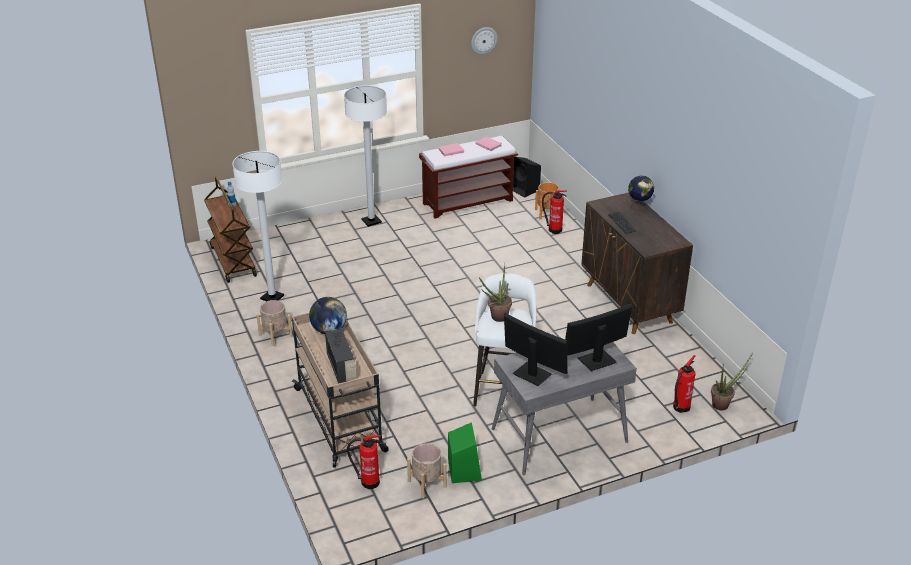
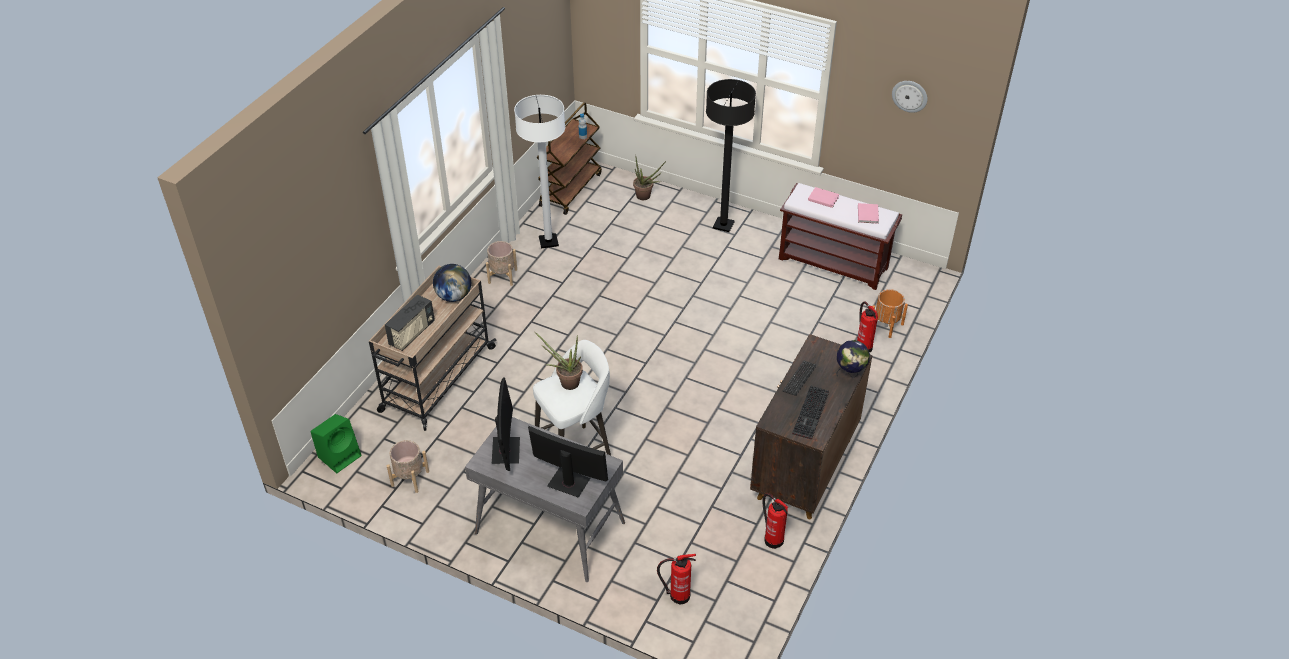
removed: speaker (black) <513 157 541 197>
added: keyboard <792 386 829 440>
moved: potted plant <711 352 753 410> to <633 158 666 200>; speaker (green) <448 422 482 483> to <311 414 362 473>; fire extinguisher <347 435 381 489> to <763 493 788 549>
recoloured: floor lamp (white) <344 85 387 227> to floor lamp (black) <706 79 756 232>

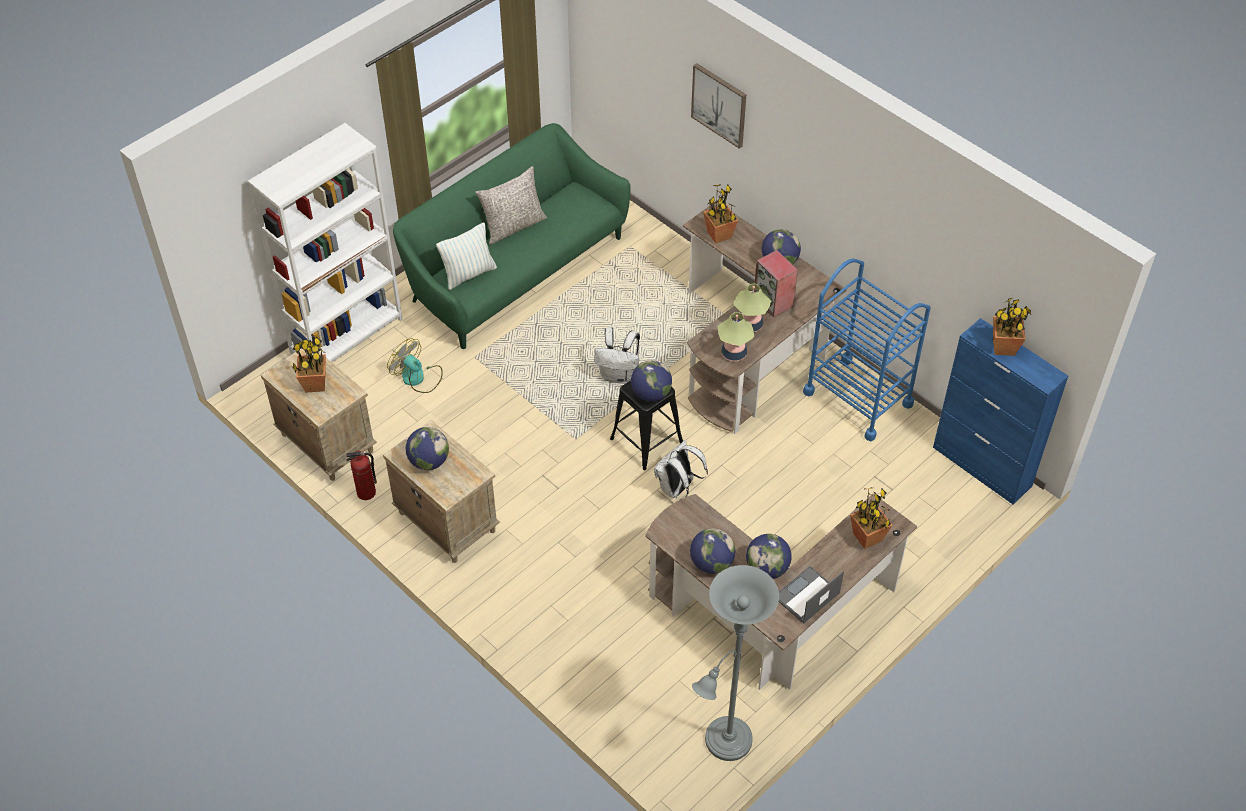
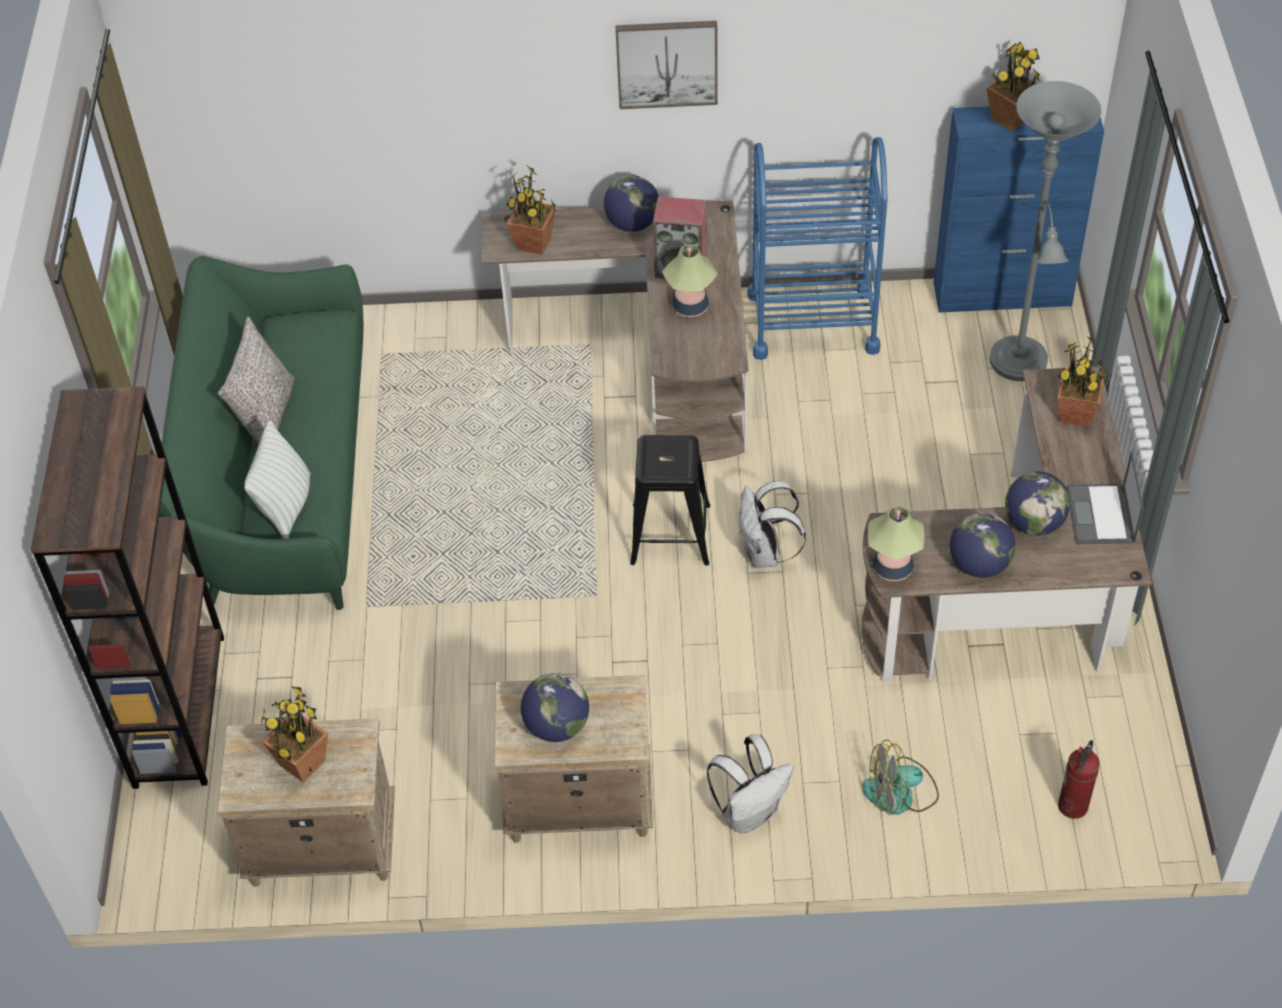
removed: globe <631 360 672 402>
moved: picture <691 63 746 148> to <615 21 718 109>; table lamp <718 312 754 361> to <868 505 924 581>; backpack (white) <594 327 640 384> to <706 734 794 834>; fan <387 338 443 393> to <862 740 939 815>; fire extinguisher <346 450 377 500> to <1058 740 1100 819>; floor lamp (grey) <692 565 779 761> to <990 81 1101 381>
recoloured: bookcase (white) <248 123 403 362> to bookcase (brown) <31 386 224 789>

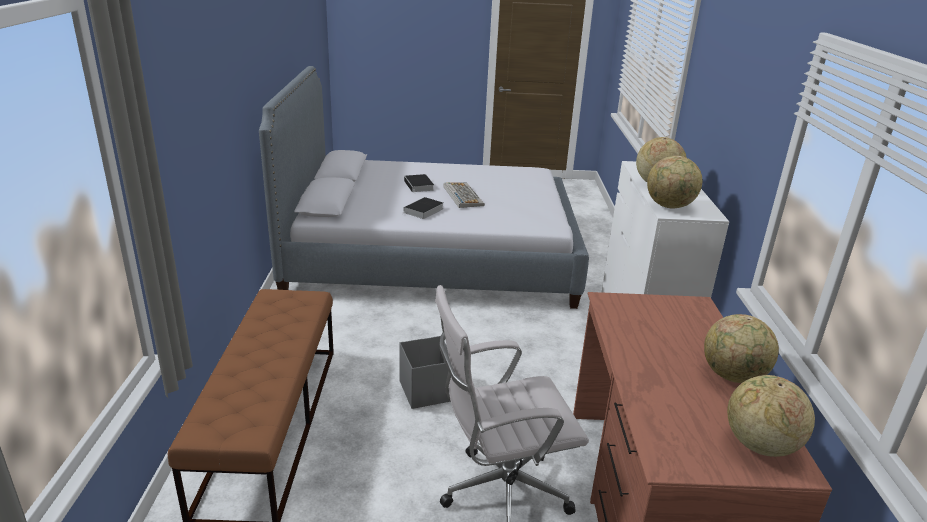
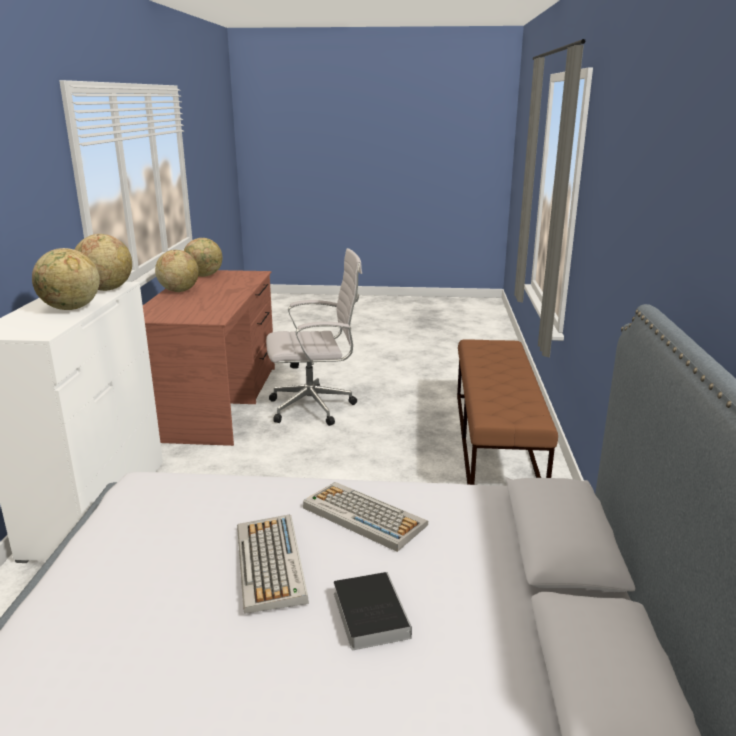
removed: storage box (grey) <399 336 451 409>
replaced: book <401 197 443 219> to keyboard <303 482 428 552>

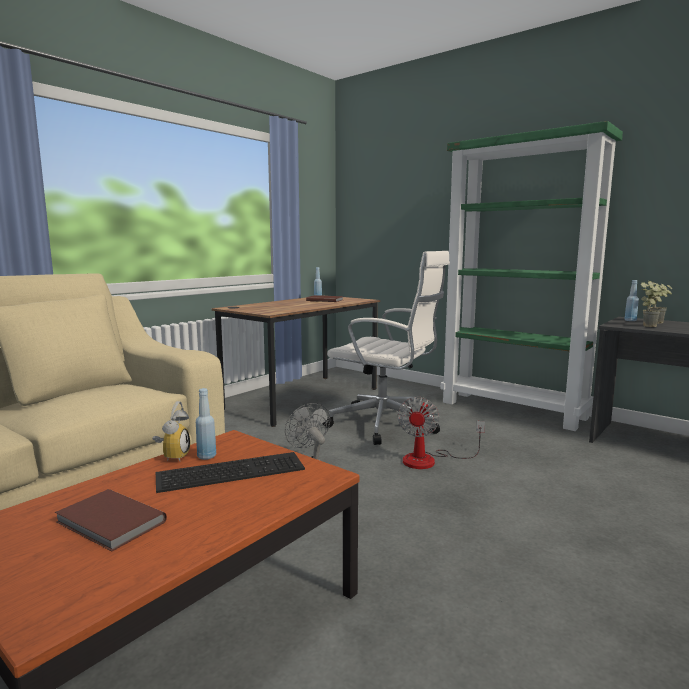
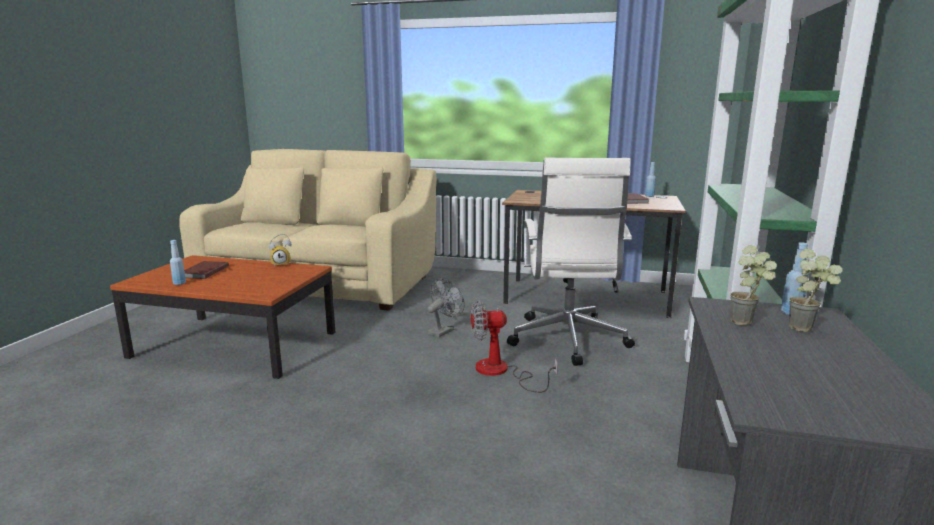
removed: keyboard <156 452 305 493>
moved: bottle (blue) <196 388 216 460> to <170 240 186 285>

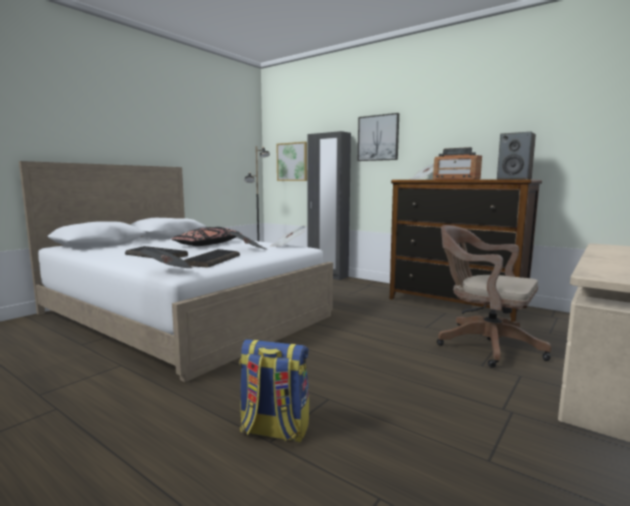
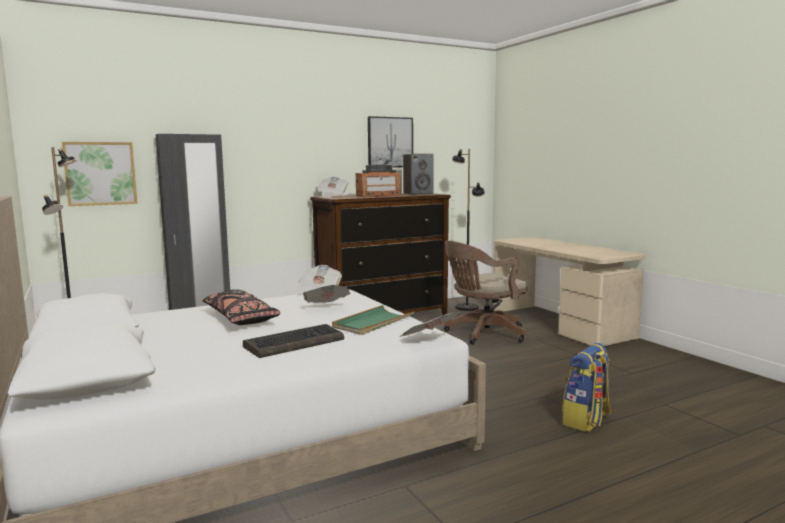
added: floor lamp (black) <452 149 485 311>
moved: picture <358 113 399 161> to <368 116 413 168>
replaced: keyboard <184 249 240 268> to tray (green) <332 305 415 335>

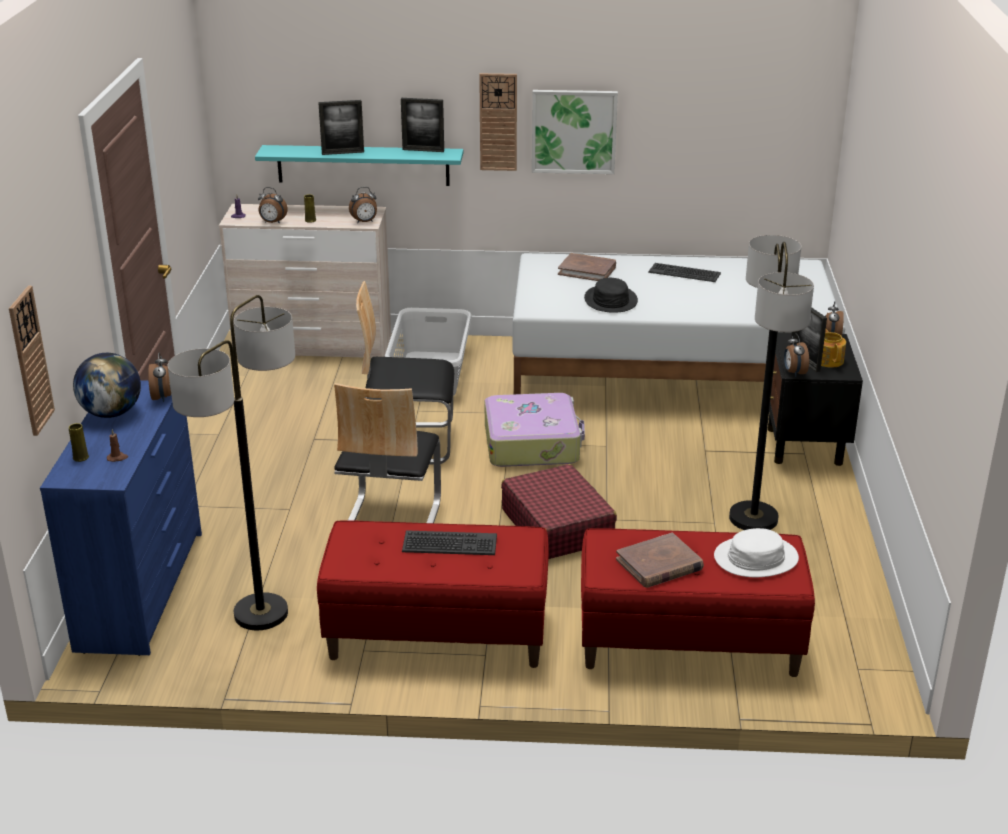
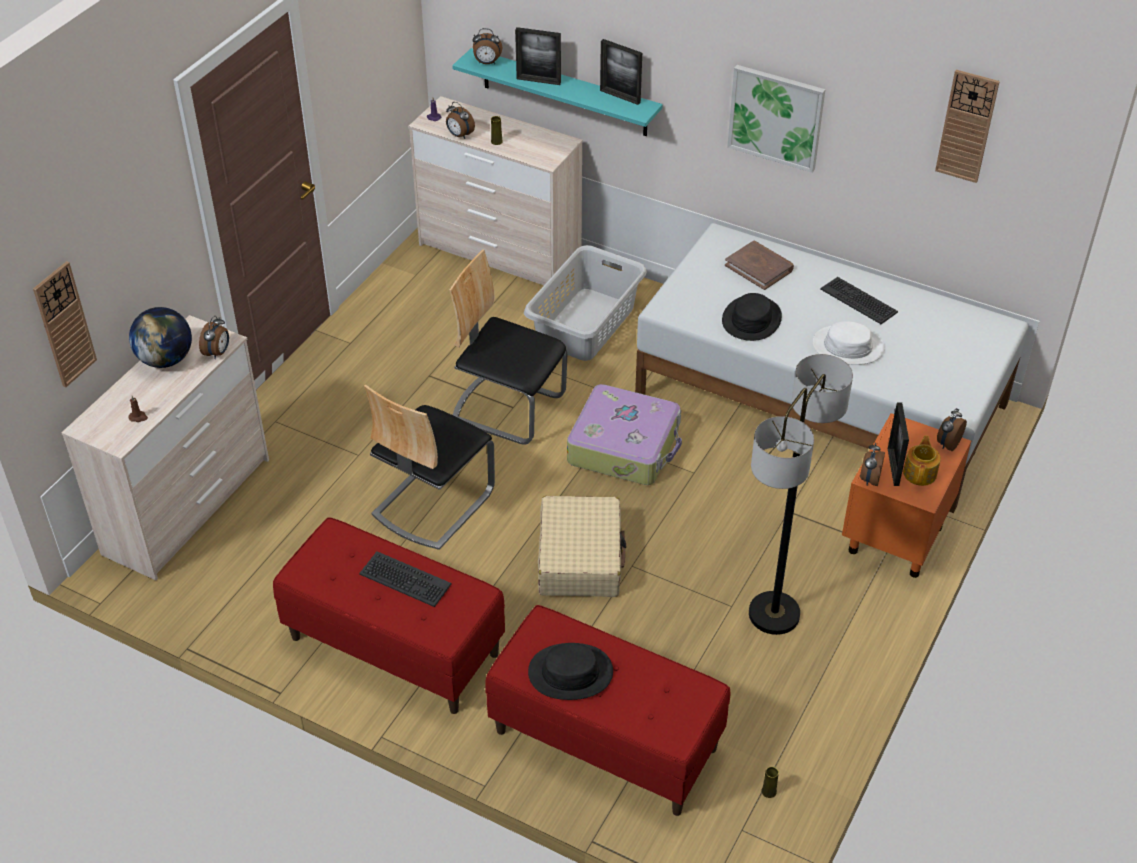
removed: floor lamp <168 295 295 631>
moved: wall clock <479 73 517 171> to <935 70 1000 183>; alarm clock <349 187 377 223> to <473 28 502 64>; vase (yellow) <69 423 89 462> to <762 767 779 798>; hat (white) <714 528 799 577> to <812 321 884 365>
replaced: book (brown) <616 533 704 588> to hat (black) <528 643 613 700>
recoloured: nightstand (black) <768 332 863 466> to nightstand (orange) <842 413 971 578>; dresser (blue) <40 380 202 656> to dresser (beige) <61 315 269 580>; suitcase (red) <501 464 617 559> to suitcase (beige) <538 496 626 597>

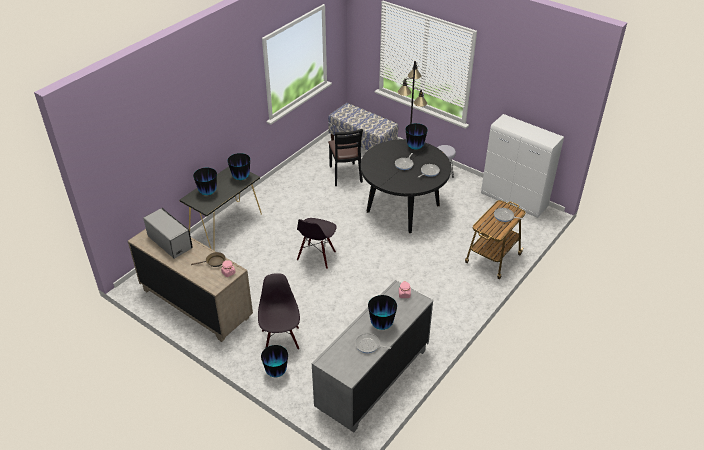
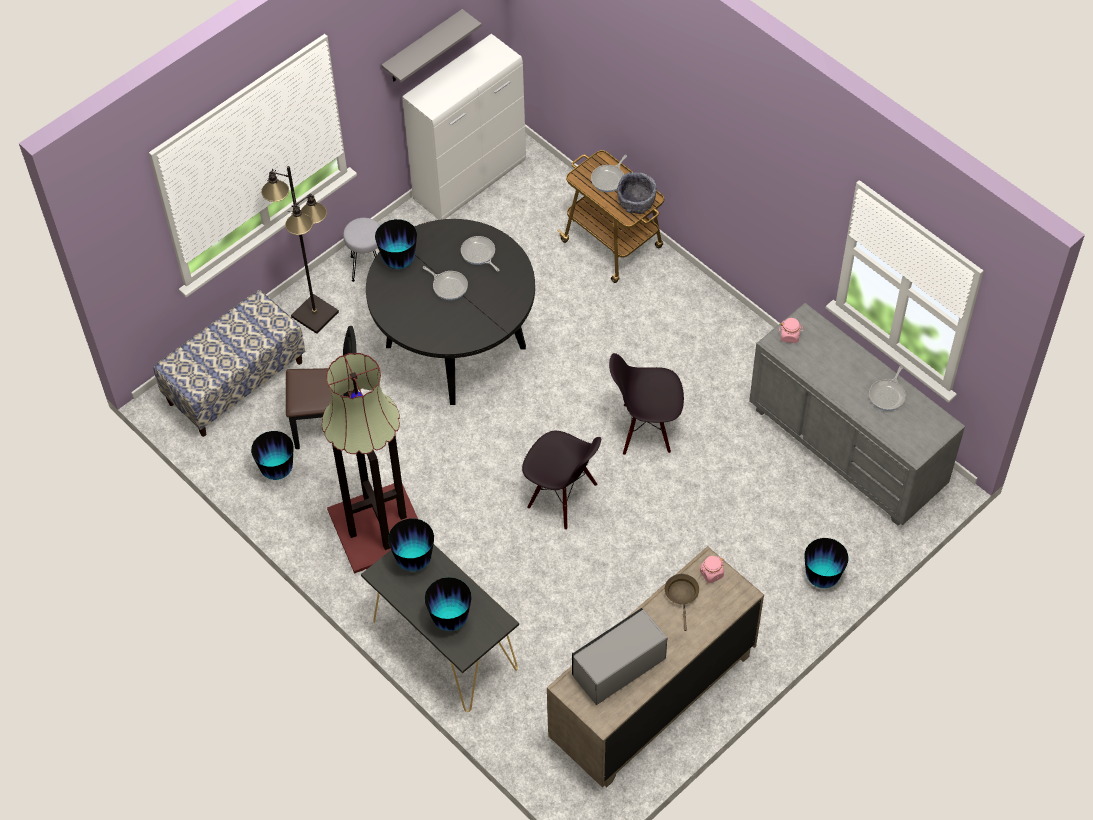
added: shelf (grey) <381 9 482 82>; bowl (grey) <617 172 657 214>; floor lamp <322 353 418 574>
moved: chair (black) <258 273 300 350> to <609 353 684 455>; vase <368 295 397 330> to <251 431 294 480>

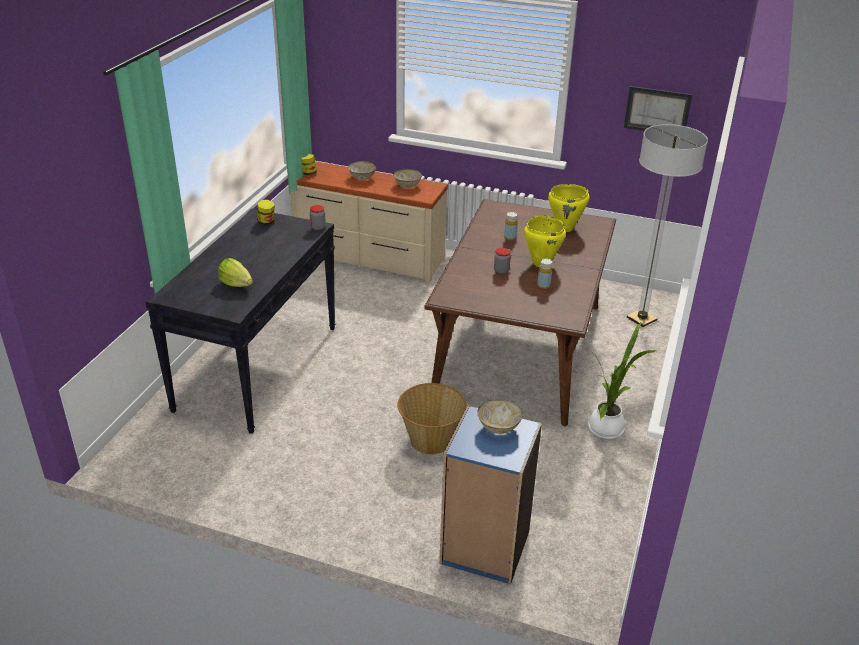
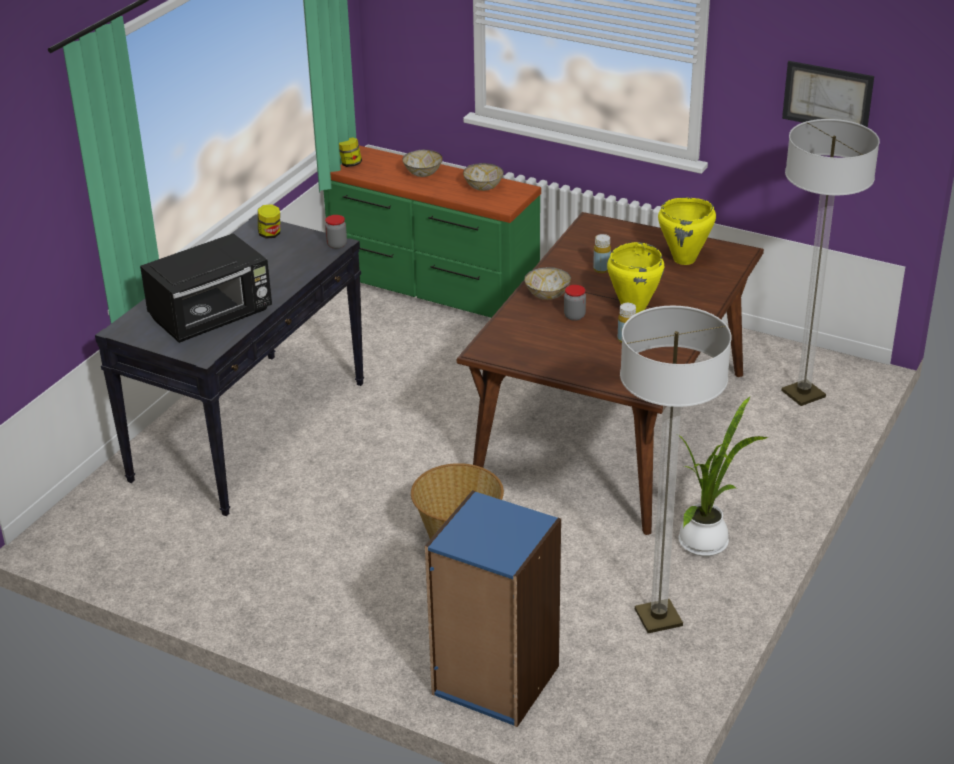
added: floor lamp <620 306 732 633>
moved: bowl <478 399 522 434> to <524 267 571 300>
replaced: lettuce <218 258 253 287> to microwave (black) <140 233 272 343>
recoloured: dresser (beige) <290 161 448 283> to dresser (green) <324 146 541 318>

